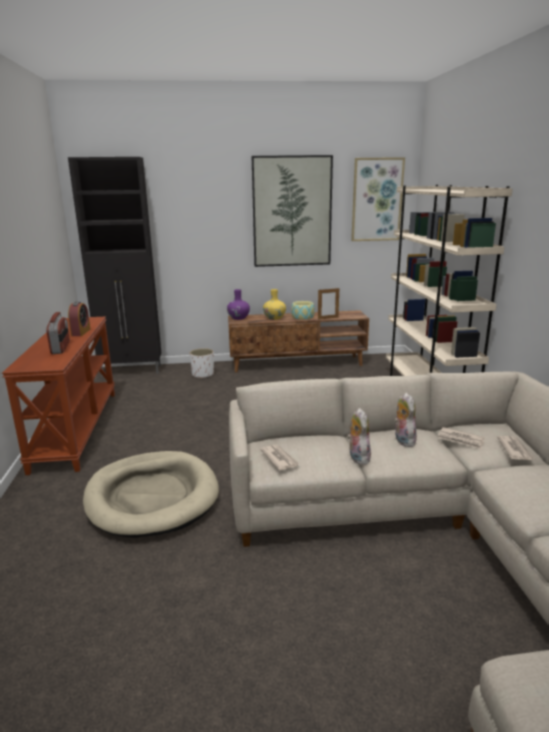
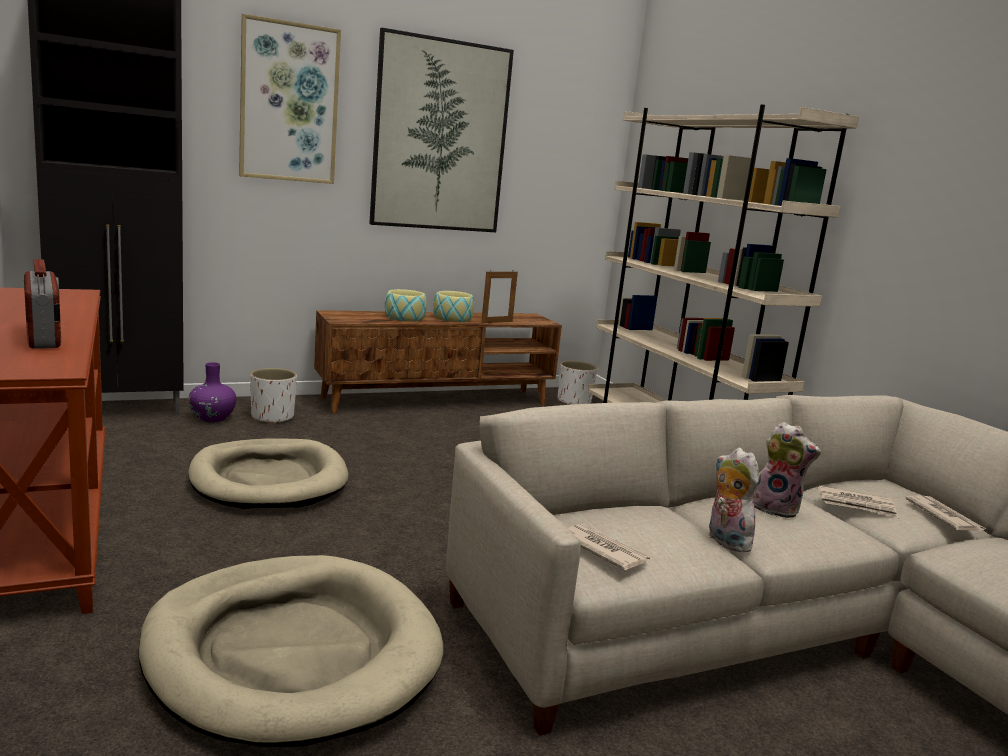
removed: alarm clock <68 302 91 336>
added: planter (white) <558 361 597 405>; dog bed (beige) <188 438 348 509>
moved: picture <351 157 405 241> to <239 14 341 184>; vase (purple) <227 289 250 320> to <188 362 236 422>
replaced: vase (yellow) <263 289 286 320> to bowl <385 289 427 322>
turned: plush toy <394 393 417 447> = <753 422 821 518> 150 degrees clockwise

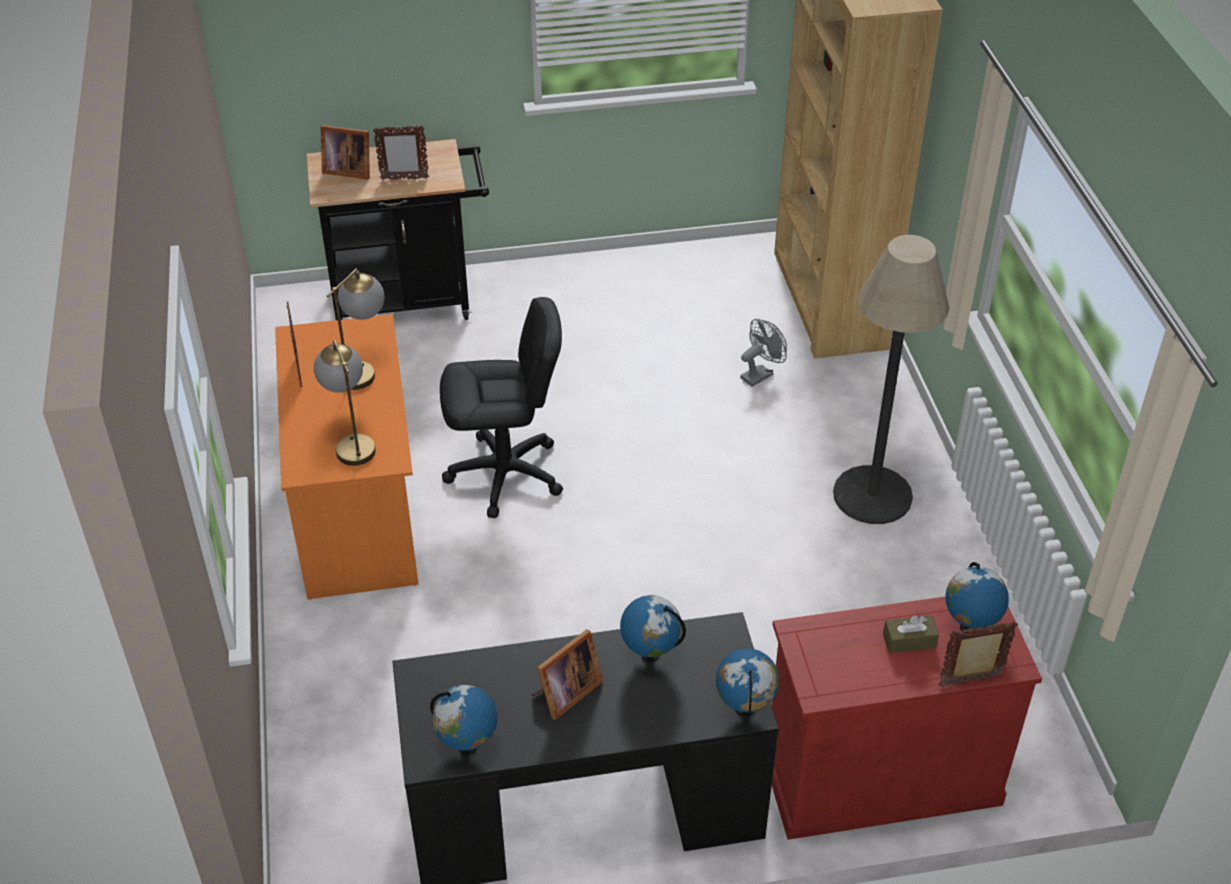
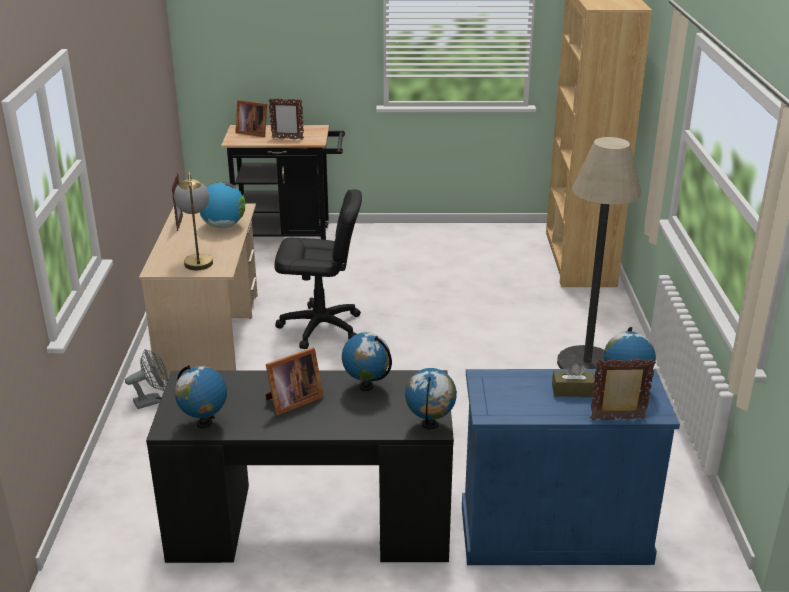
moved: fan (grey) <740 319 787 387> to <125 349 168 409>
replaced: table lamp <327 268 384 390> to globe <200 182 246 228>
recoloured: desk (orange) <275 314 419 599> to desk (beige) <139 204 258 380>; cabinet (red) <771 597 1042 840> to cabinet (blue) <462 369 680 565>

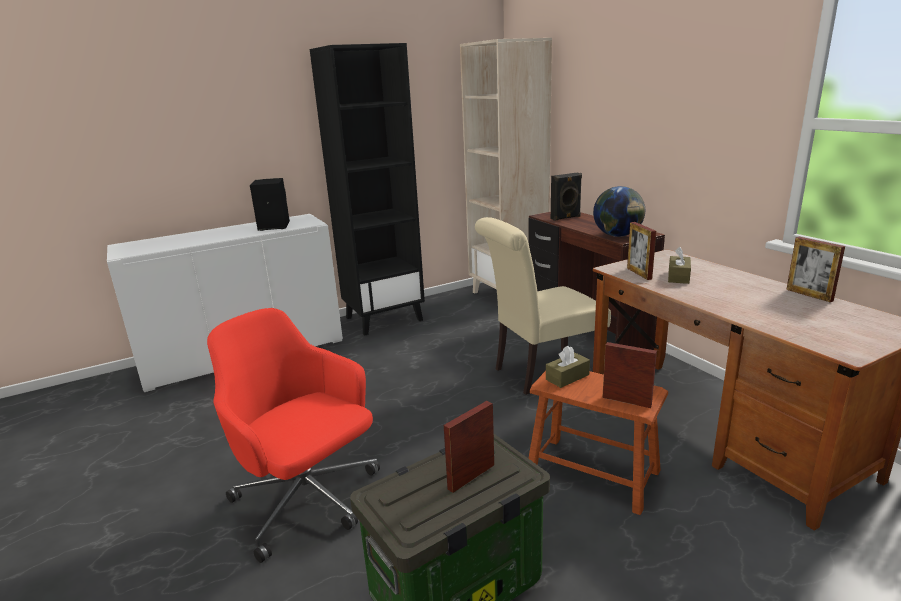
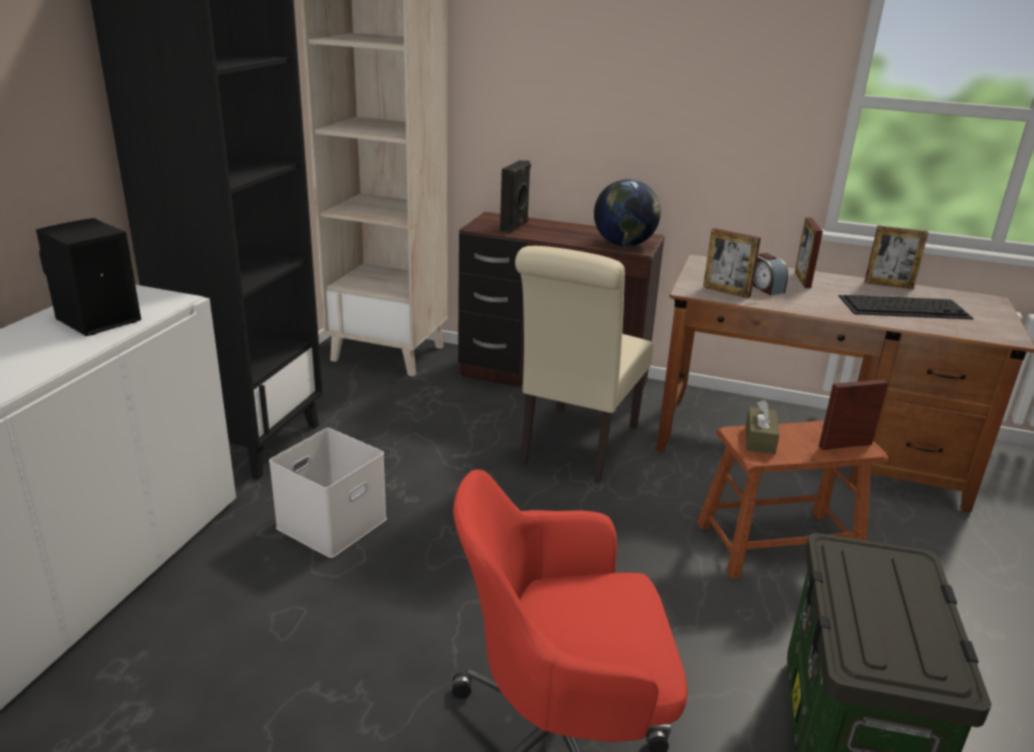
added: keyboard <839 295 974 319>; storage box (white) <269 428 387 558>
moved: picture frame <444 401 494 493> to <795 217 823 288>
replaced: tissue box (brown) <668 247 691 284> to alarm clock <753 253 788 295>

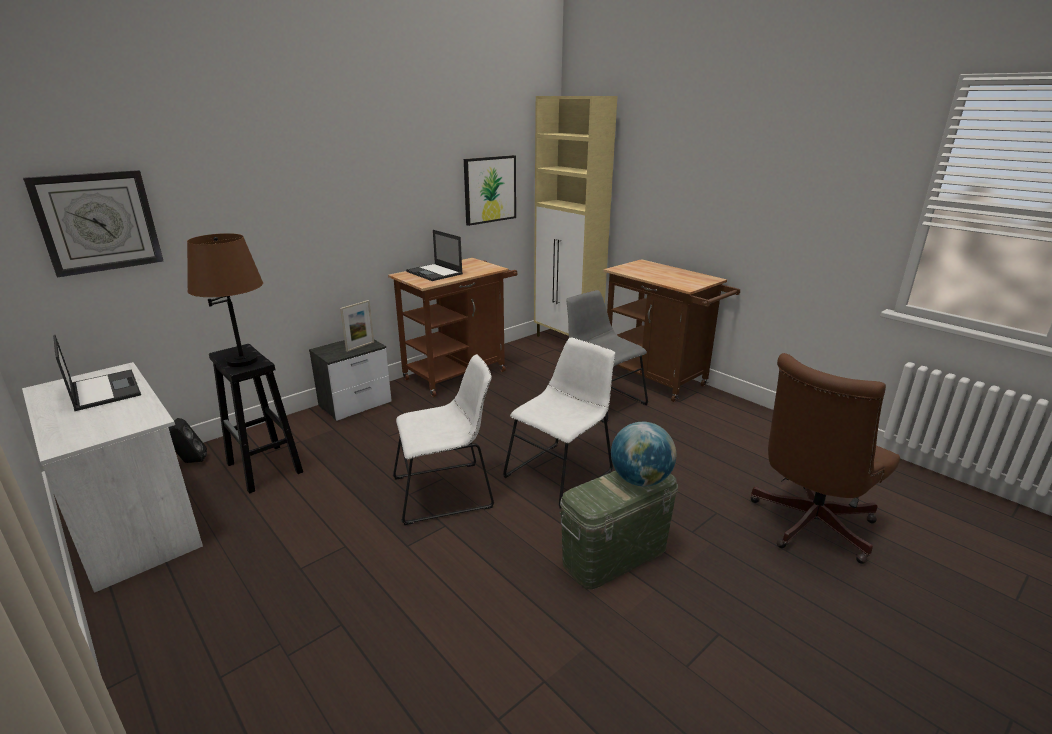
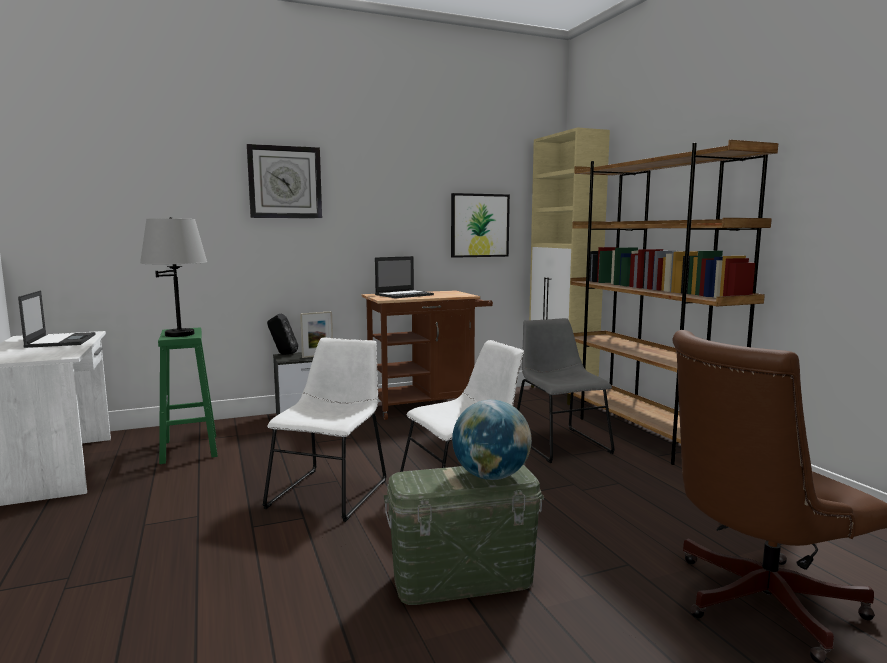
moved: wall clock <23 170 164 277> to <247 144 322 218>; speaker (black) <168 418 207 463> to <267 314 298 355>
replaced: cart (brown) <603 259 740 402> to bookcase (brown) <568 140 779 465>
recoloured: table lamp (brown) <187 233 263 367> to table lamp (grey) <140 217 207 337>; stool (black) <209 344 303 494> to stool (green) <158 328 218 464>
turned: laptop <406 230 463 281> = <375 256 434 298> 105 degrees counterclockwise; chair (white) <393 354 494 525> = <262 337 387 522> 75 degrees counterclockwise

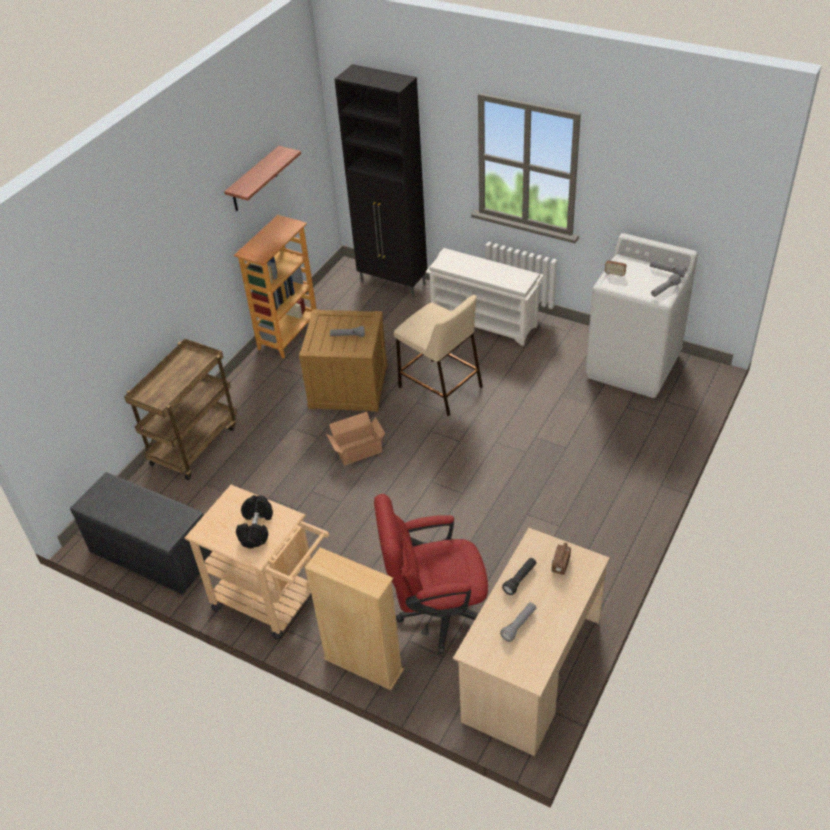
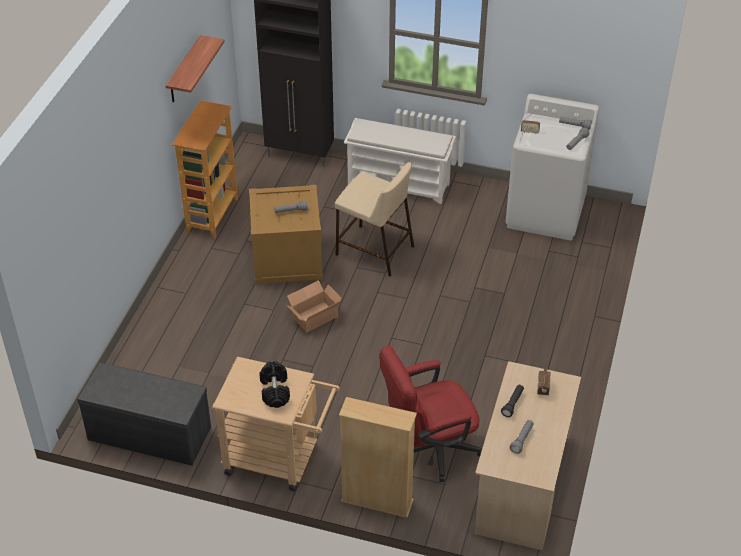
removed: cart (brown) <124 339 237 480>

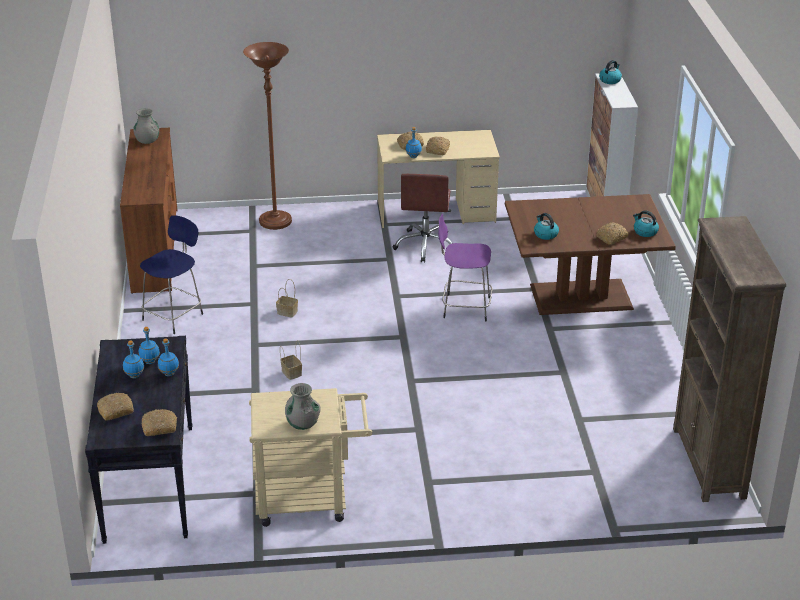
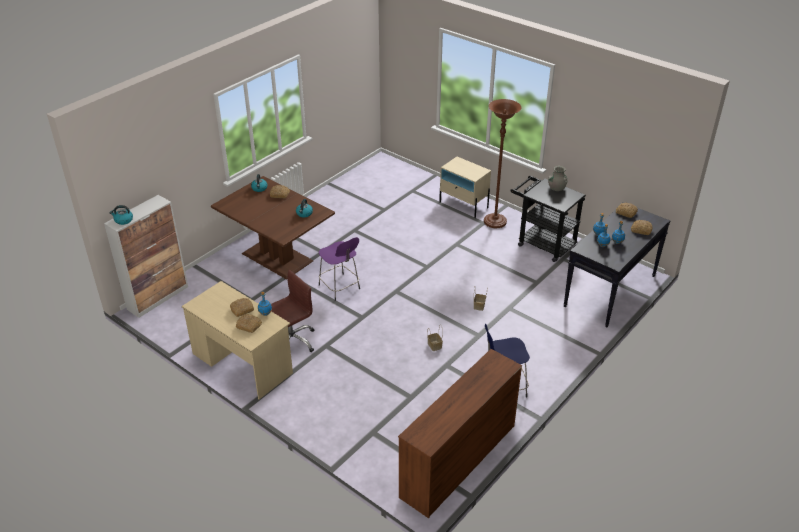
removed: vase (grey) <133 108 159 144>; bookcase (brown) <673 216 786 502>
added: nightstand (beige) <439 157 491 218>
moved: floor lamp (brown) <243 42 292 230> to <484 99 521 228>
recoloured: cart (beige) <249 388 372 527> to cart (black) <510 176 586 262>

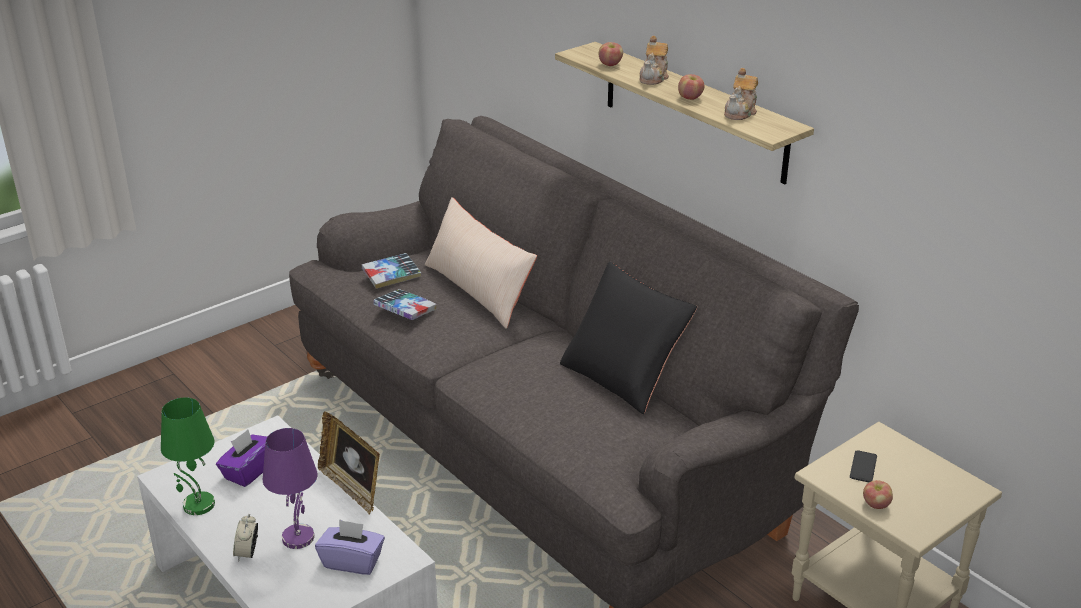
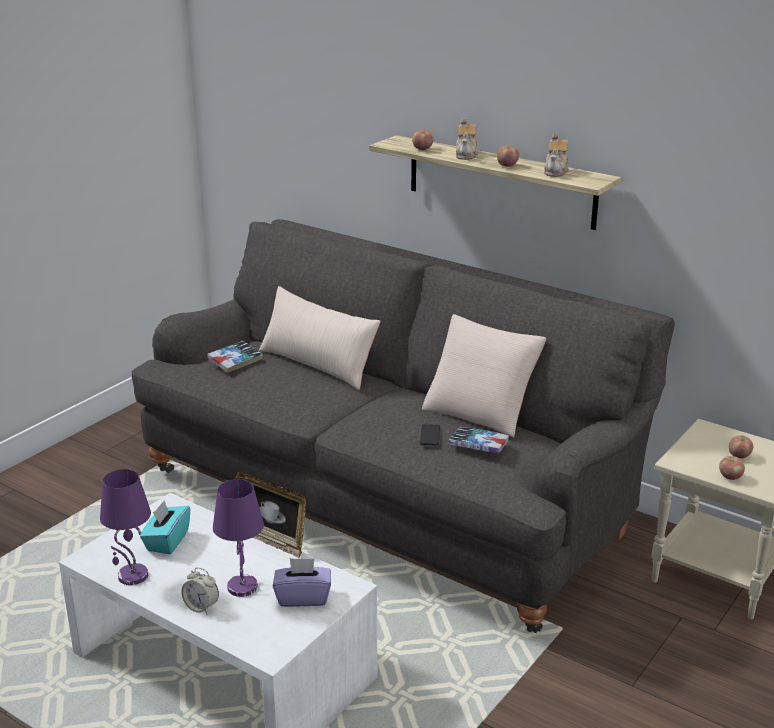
added: apple <729 435 753 459>
moved: book <373 289 437 320> to <449 427 509 454>; phone <850 450 877 482> to <420 424 440 445>
recoloured: pillow (black) <560 262 697 414> to pillow (beige) <422 314 546 437>; table lamp (green) <161 397 215 515> to table lamp (purple) <100 469 151 585>; tissue box (purple) <216 430 267 487> to tissue box (turquoise) <140 501 190 554>
turned: alarm clock <233 514 258 562> = <181 568 219 614> 45 degrees counterclockwise

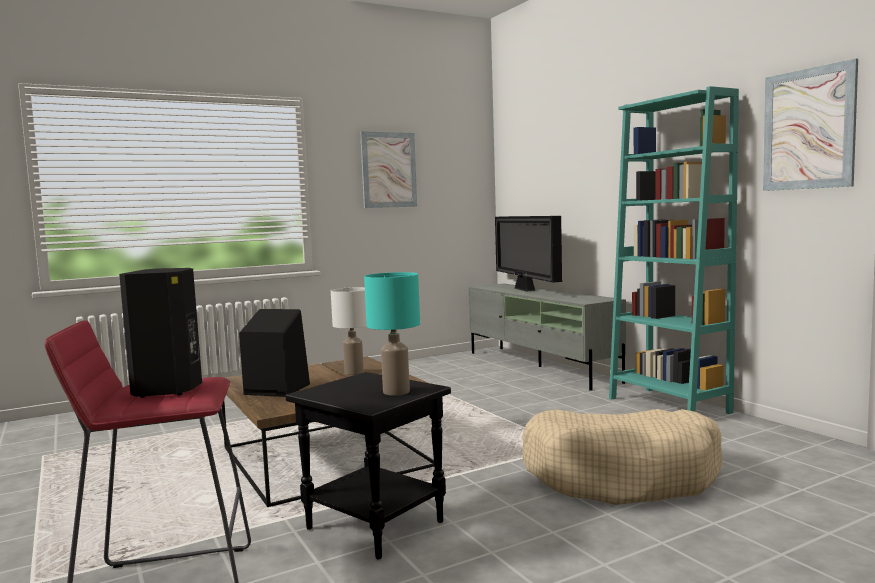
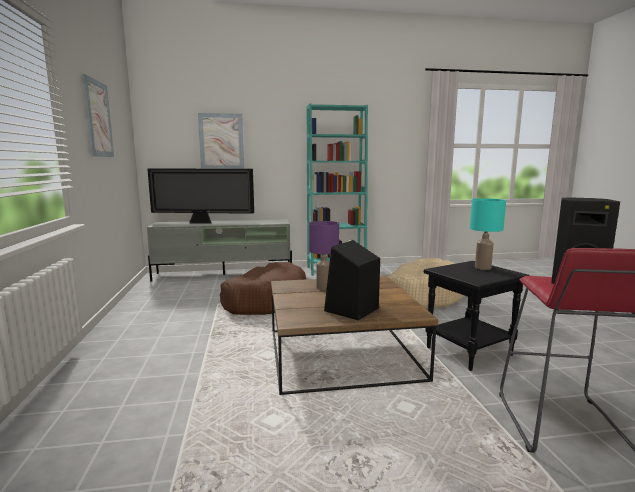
added: dog bed (brown) <220 262 306 315>
moved: picture <763 59 858 191> to <198 113 244 169>
recoloured: table lamp (white) <331 287 367 375> to table lamp (purple) <309 221 339 290>

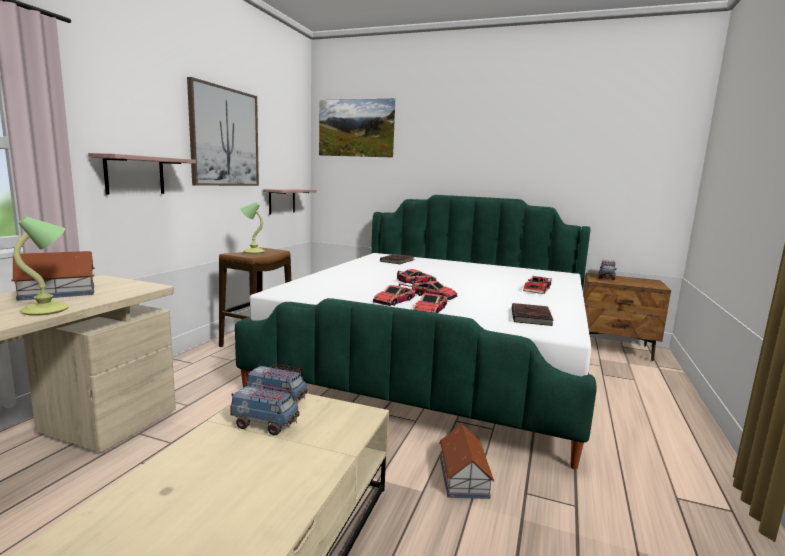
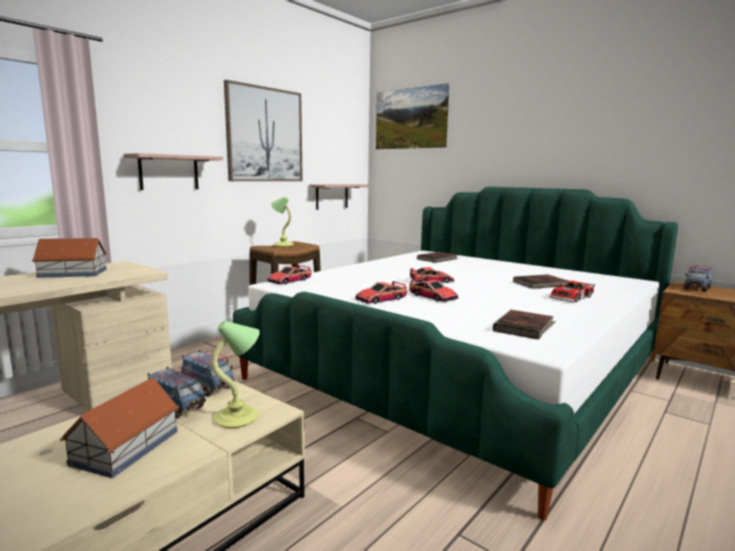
added: book (brown) <513 274 568 289>
moved: table lamp <13 216 69 316> to <211 321 260 428>; toy car <413 291 448 313> to <267 265 311 284>; toy house <439 424 495 499> to <60 378 179 478>

